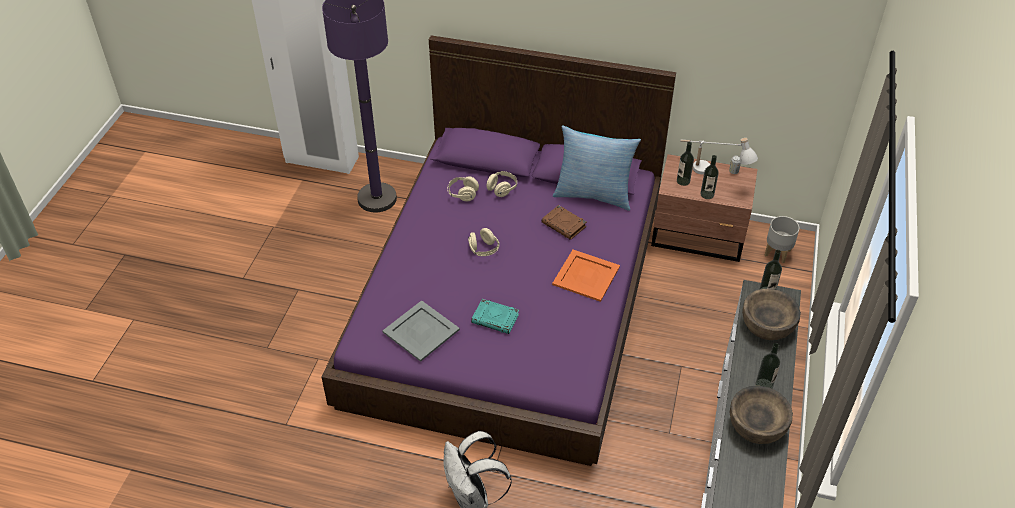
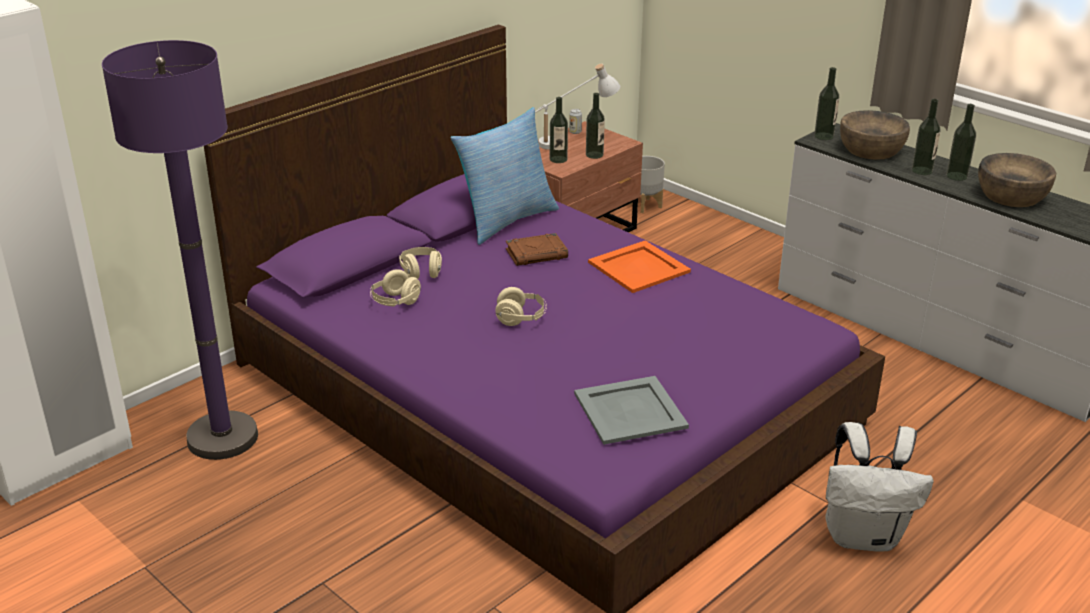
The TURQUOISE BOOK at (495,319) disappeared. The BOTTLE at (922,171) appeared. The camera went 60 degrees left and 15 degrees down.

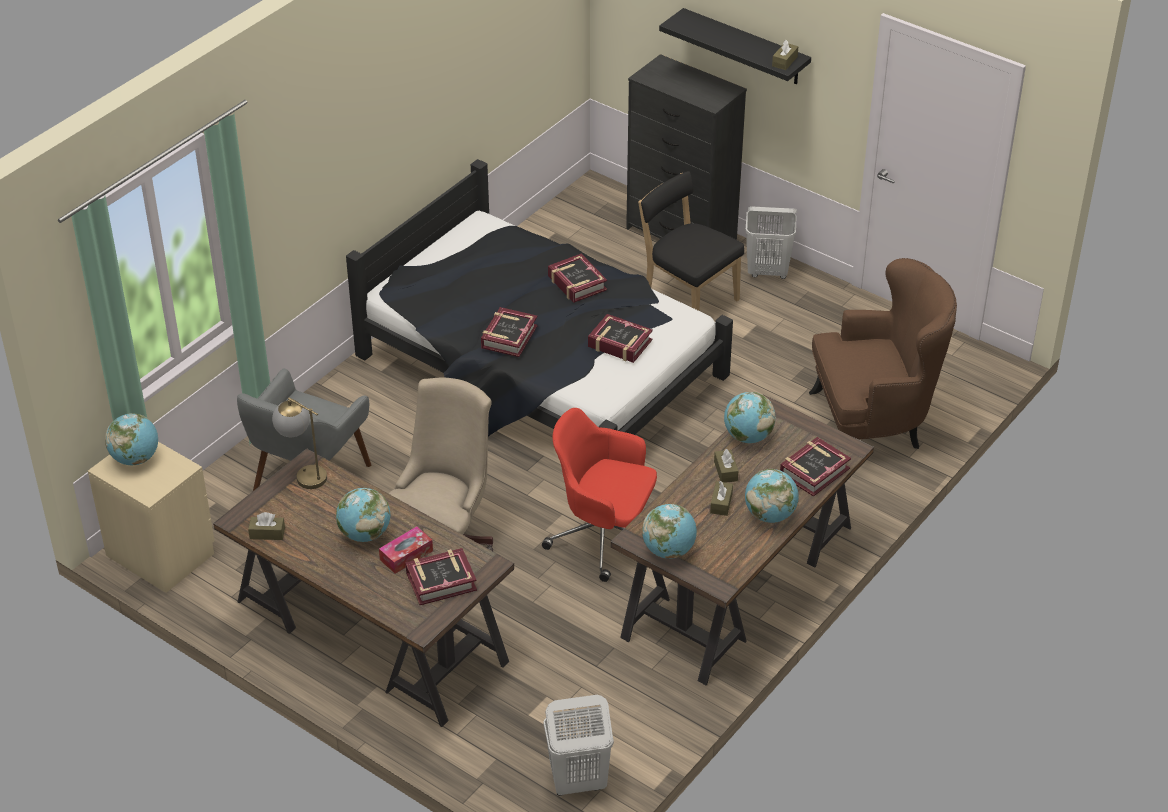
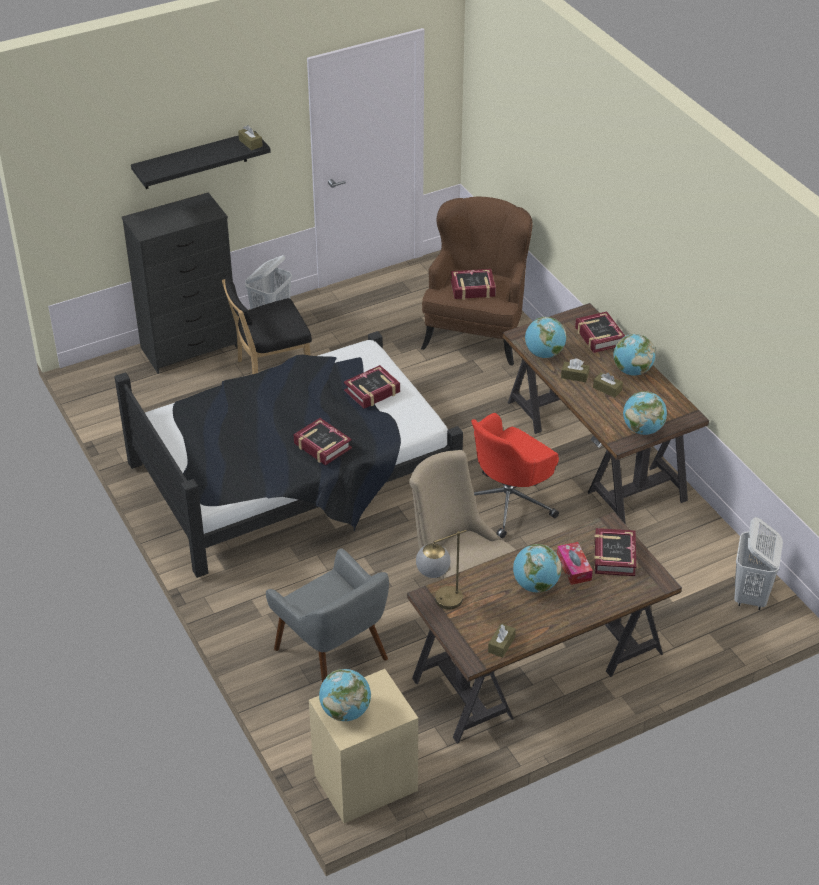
The BOOK moved from (576,283) to (472,288). The camera went 65 degrees left and 0 degrees up.

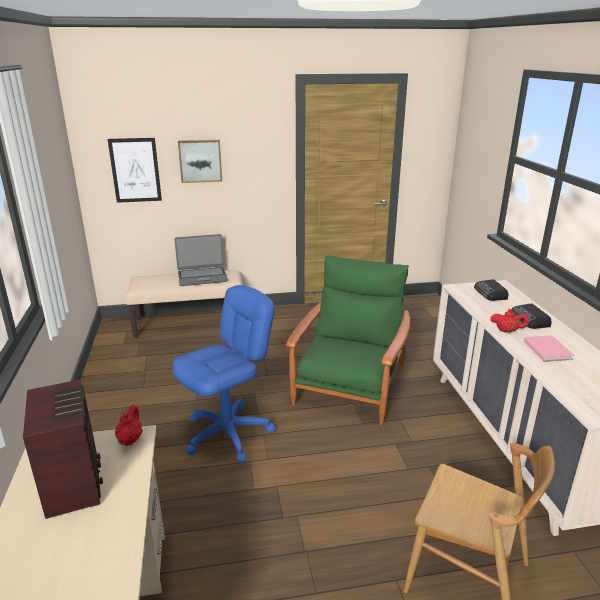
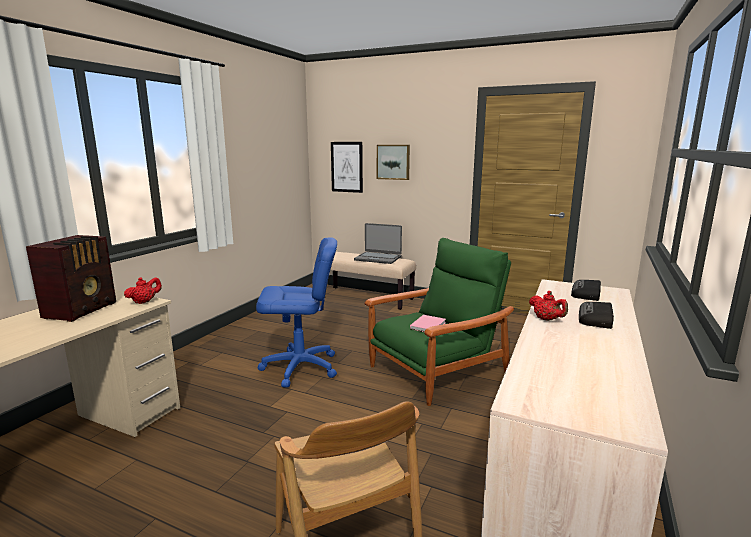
The PINK BOOK moved from (547,349) to (429,325). The camera went 35 degrees right and 10 degrees down.

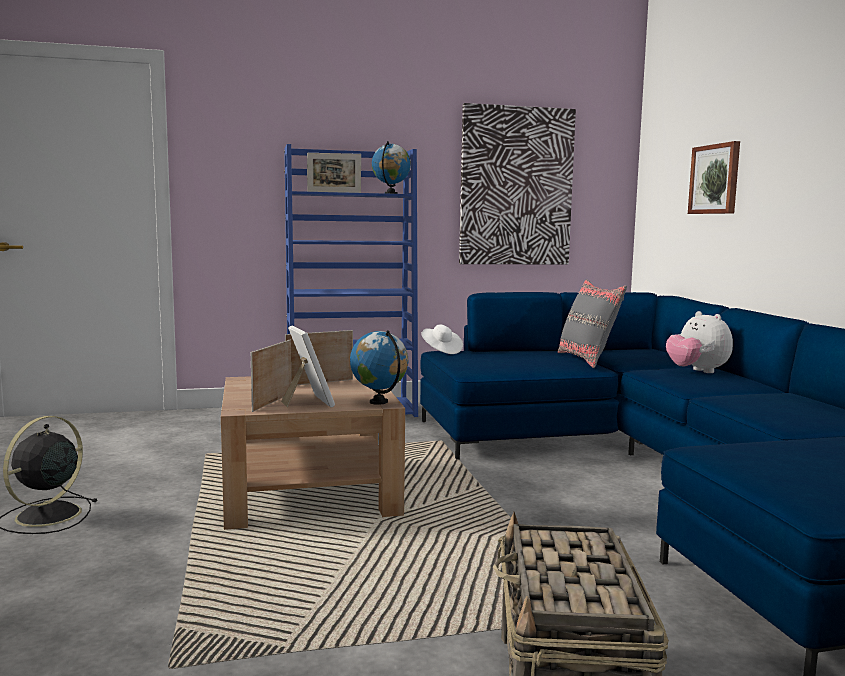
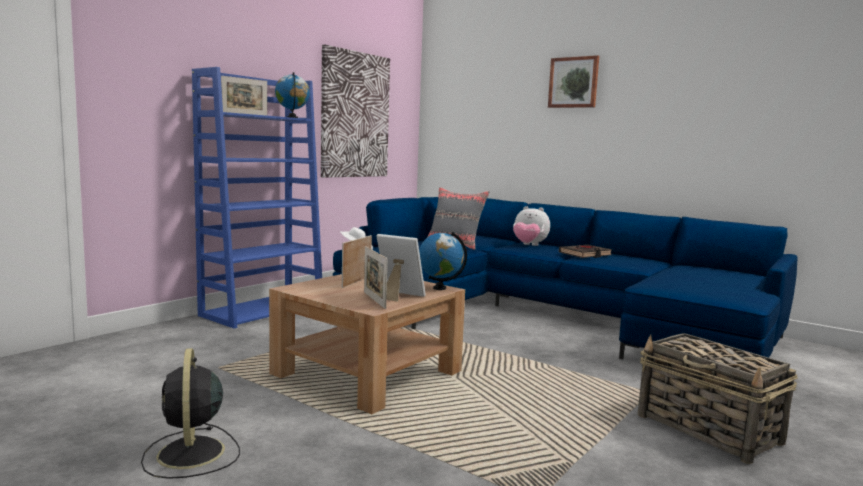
The PICTURE moved from (715,179) to (573,82). The BLACK BOOK at (585,254) appeared. The camera went 40 degrees left and 0 degrees up.

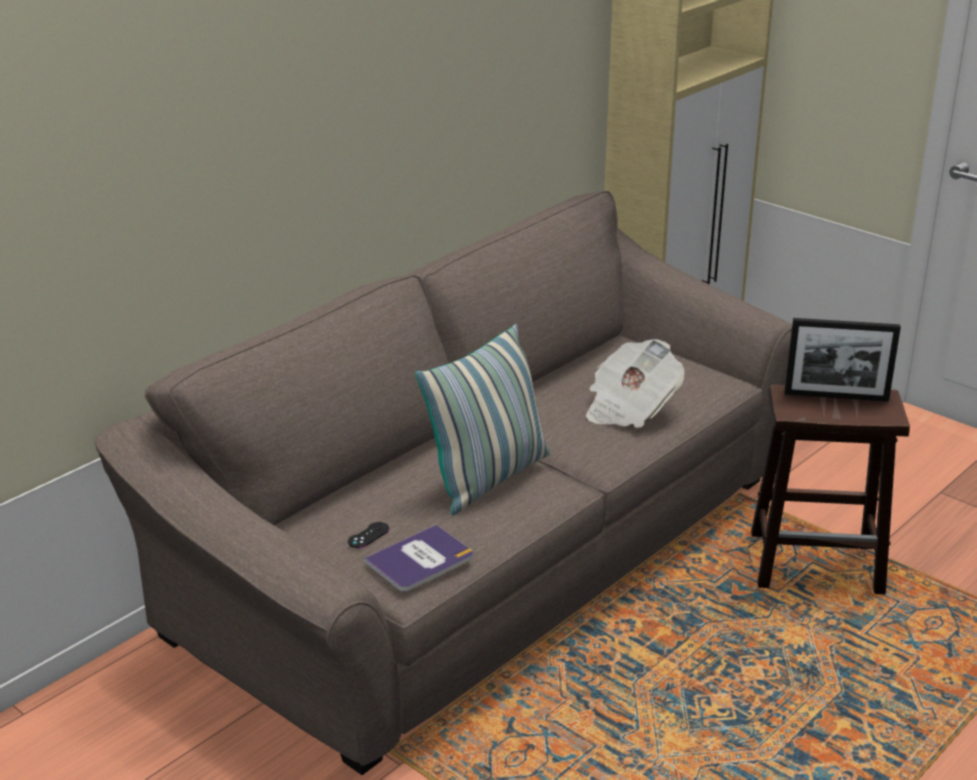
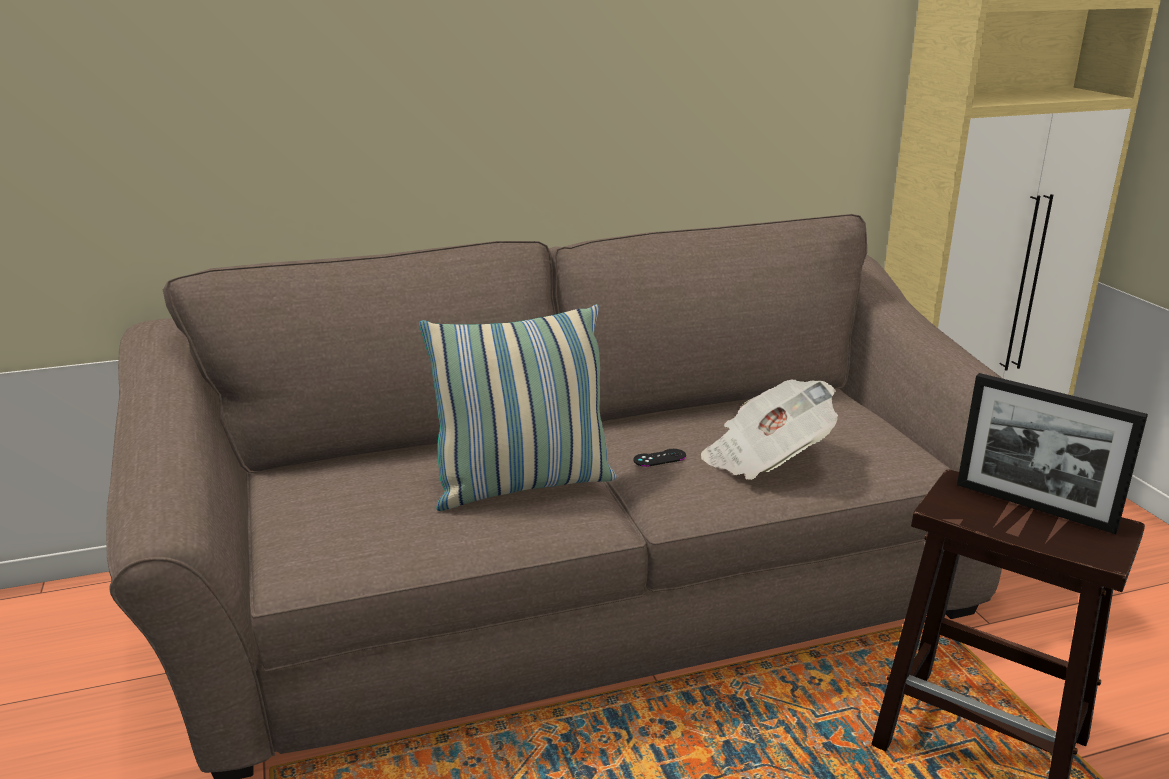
The BLACK GAME CONTROLLER moved from (368,535) to (659,458). The BOOK at (420,560) disappeared. The camera went 30 degrees right and 5 degrees down.

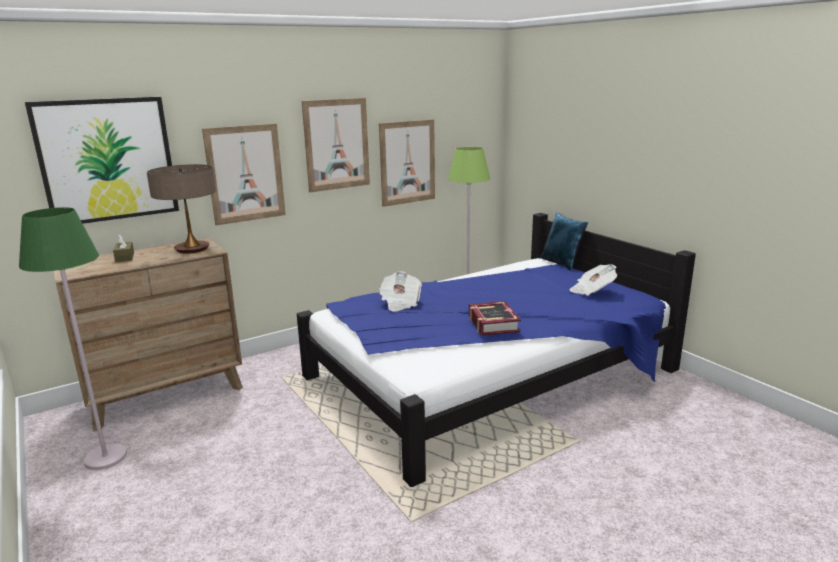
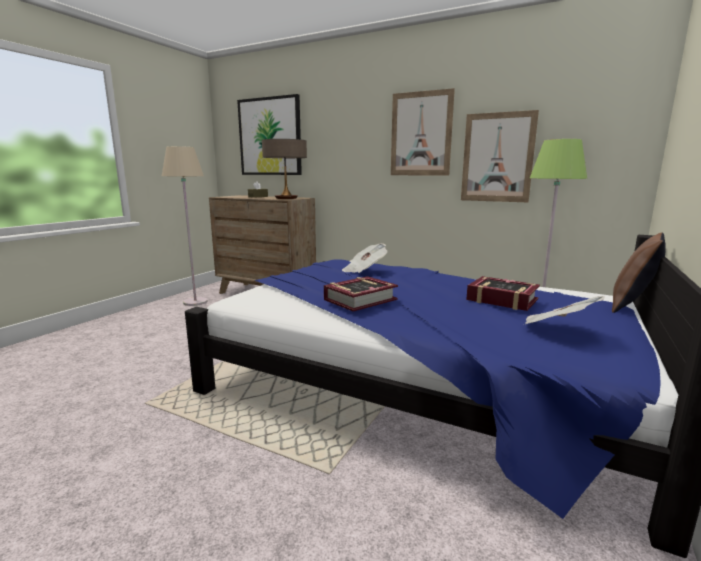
The PICTURE at (245,174) disappeared. The GREEN FLOOR LAMP at (105,457) became the BEIGE FLOOR LAMP at (195,302). The BLUE PILLOW at (562,263) became the BROWN PILLOW at (632,306). The BOOK at (502,300) appeared. The camera went 60 degrees right and 5 degrees down.

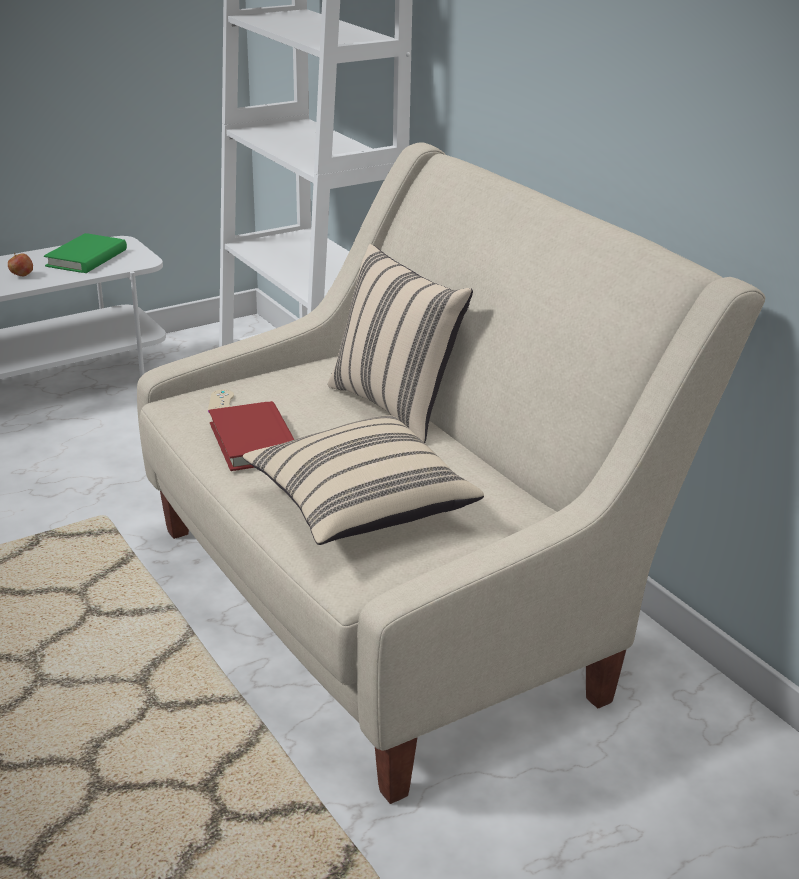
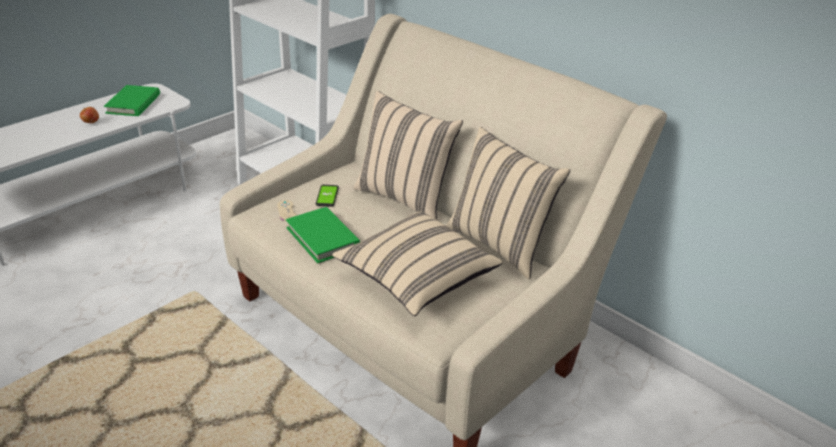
The RED BOOK at (254,441) became the GREEN BOOK at (323,238). The BEIGE PILLOW at (499,244) appeared. The PHONE at (327,196) appeared. The camera went 15 degrees left and 5 degrees up.

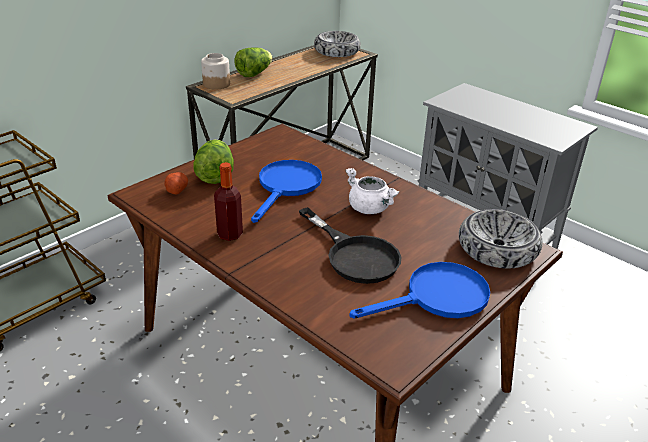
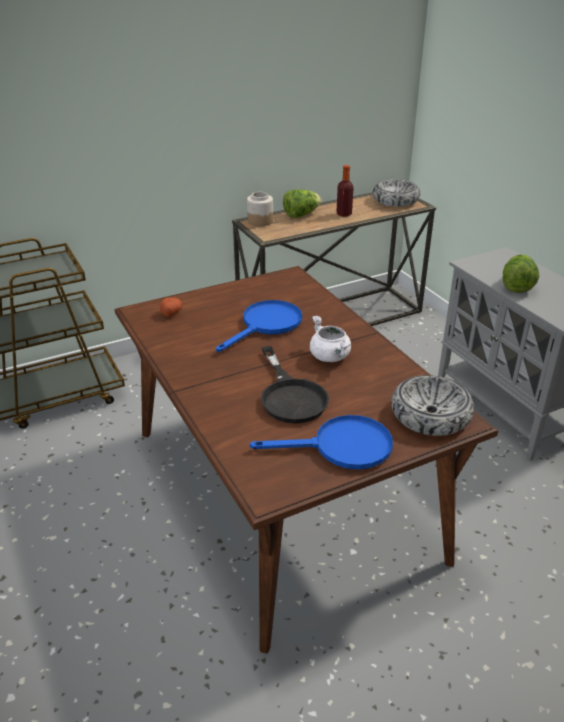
The LETTUCE moved from (215,175) to (516,286). The BOTTLE moved from (230,234) to (344,214). The camera went 20 degrees right and 0 degrees up.

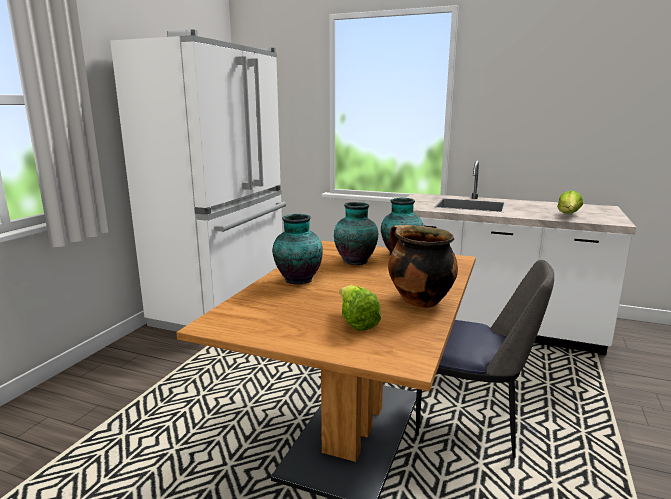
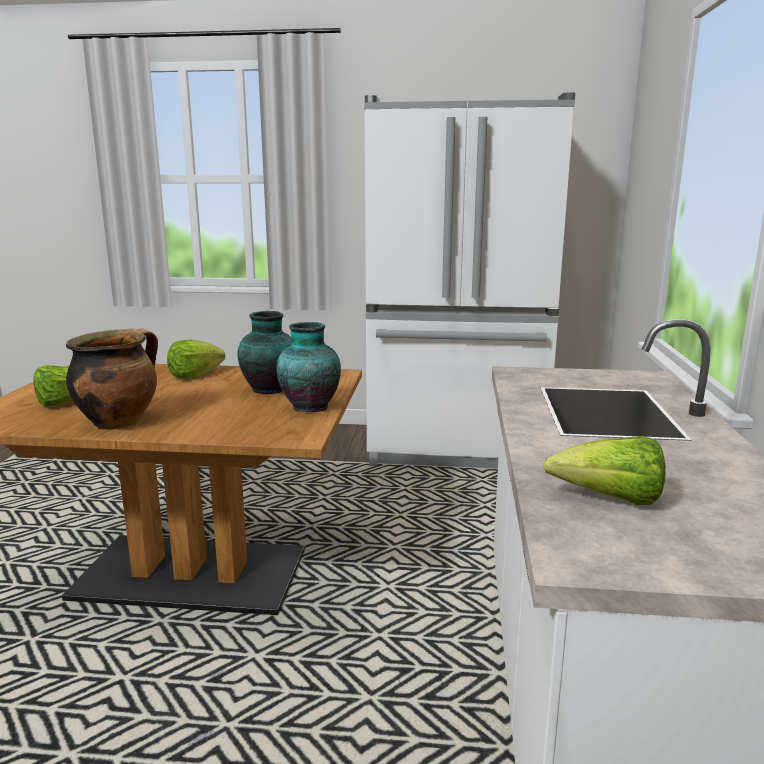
The VASE at (297,280) was replaced by the LETTUCE at (194,375). The CHAIR at (471,422) disappeared. The camera went 75 degrees right and 0 degrees up.

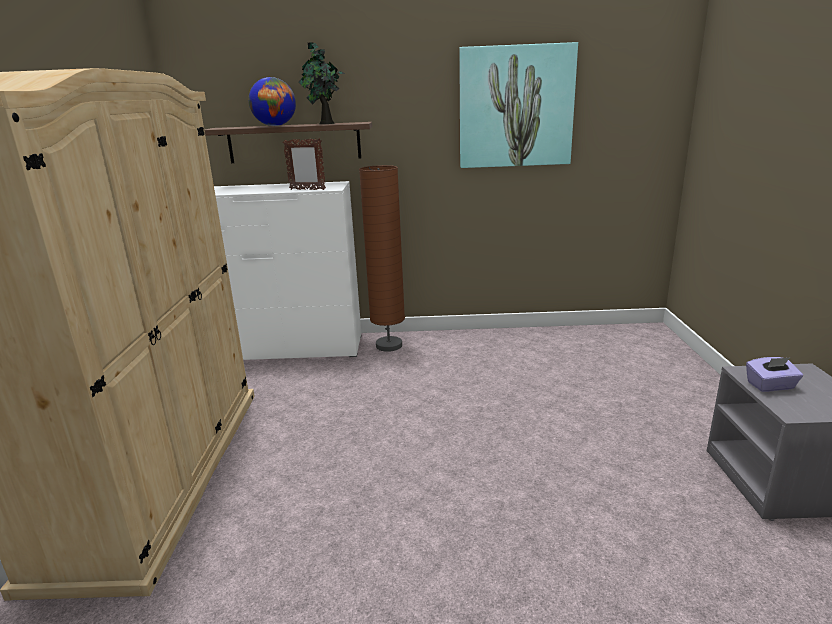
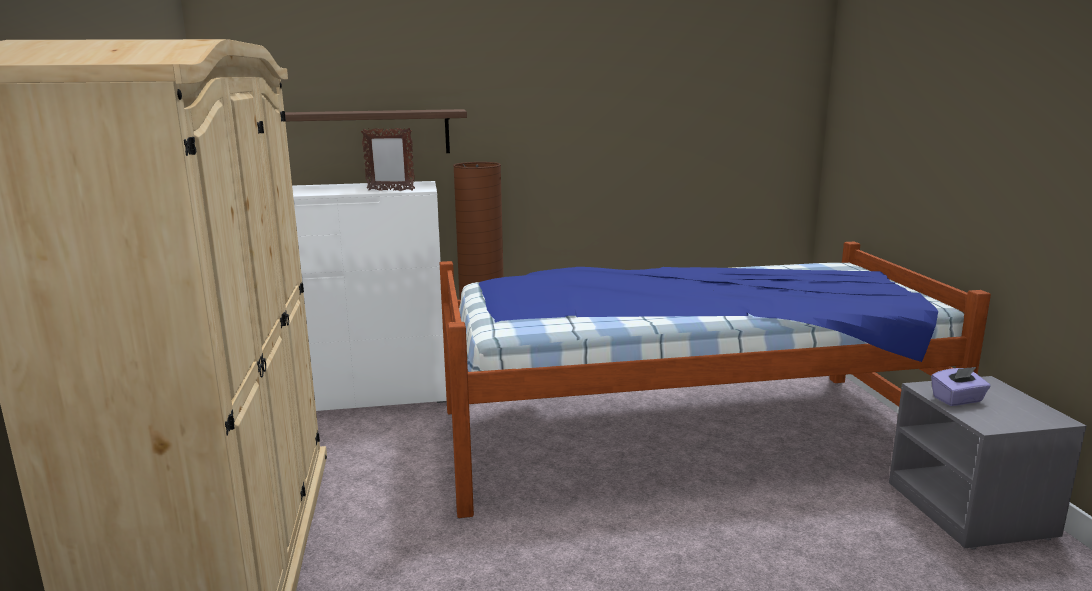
The PICTURE at (515,107) disappeared. The POTTED PLANT at (325,123) disappeared. The GLOBE at (275,126) disappeared. The BED at (681,434) appeared. The camera went 10 degrees left and 5 degrees down.

